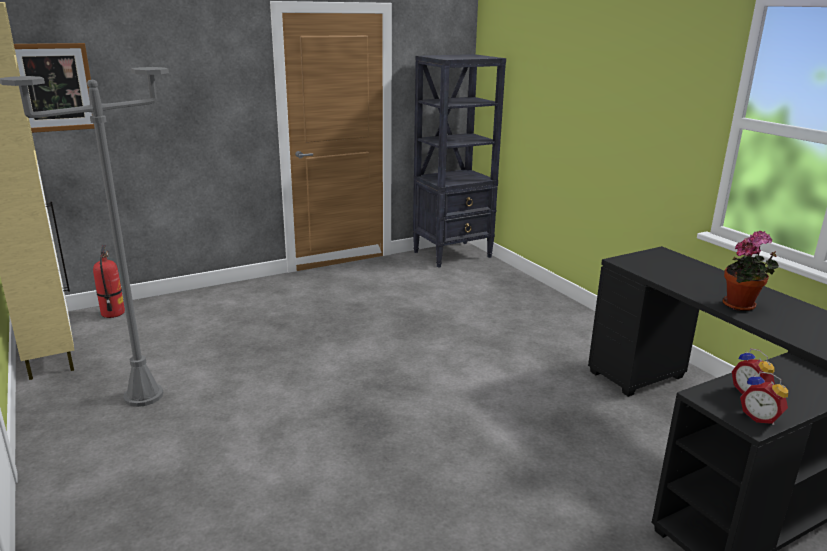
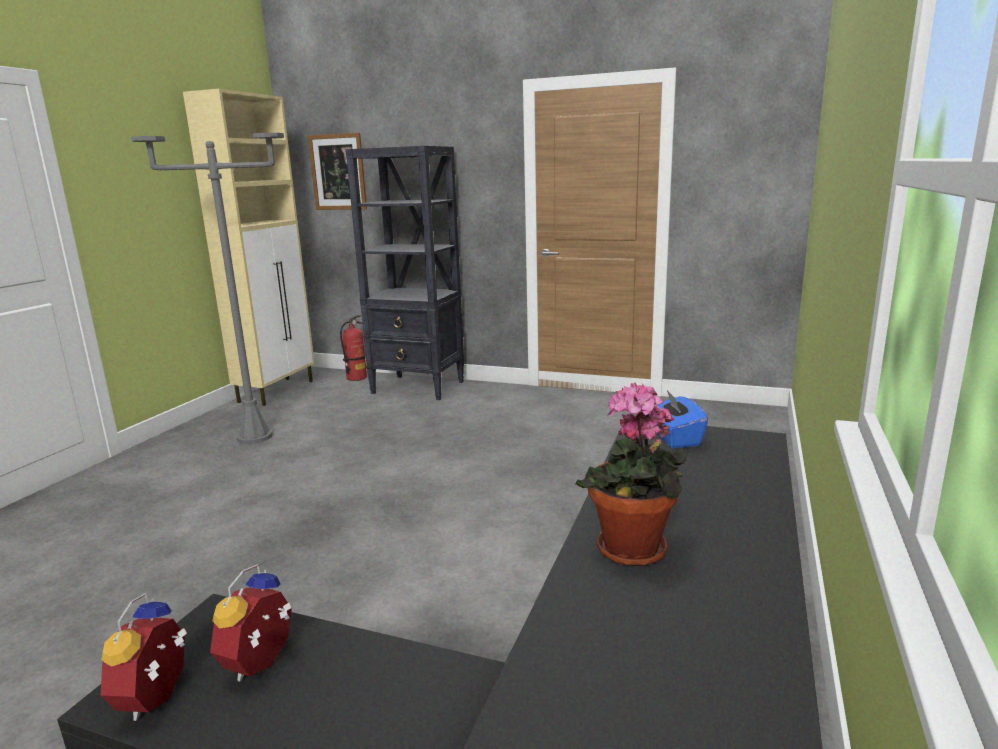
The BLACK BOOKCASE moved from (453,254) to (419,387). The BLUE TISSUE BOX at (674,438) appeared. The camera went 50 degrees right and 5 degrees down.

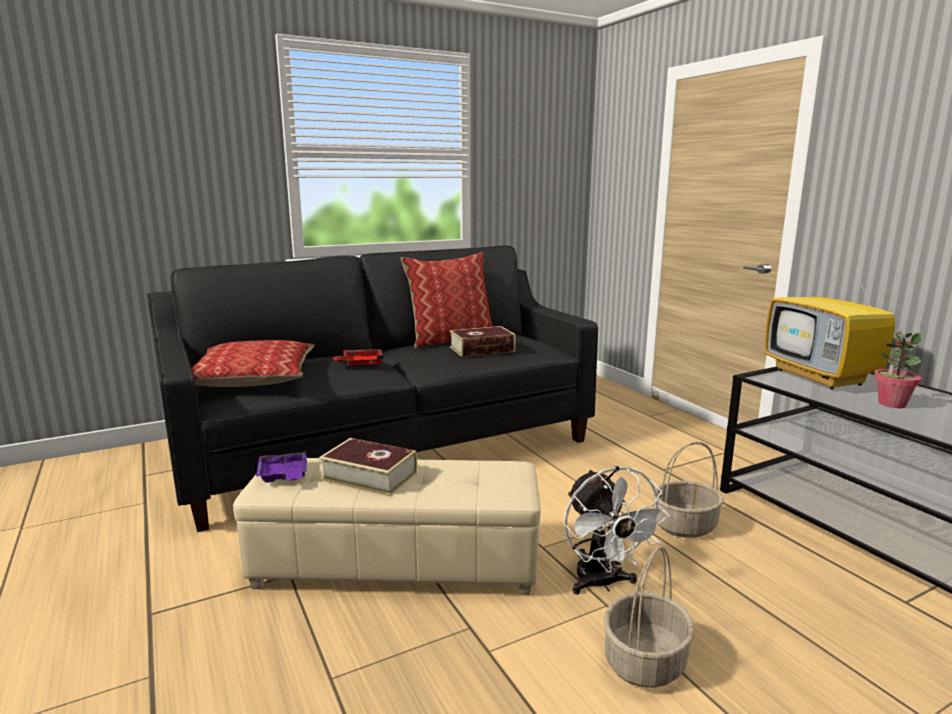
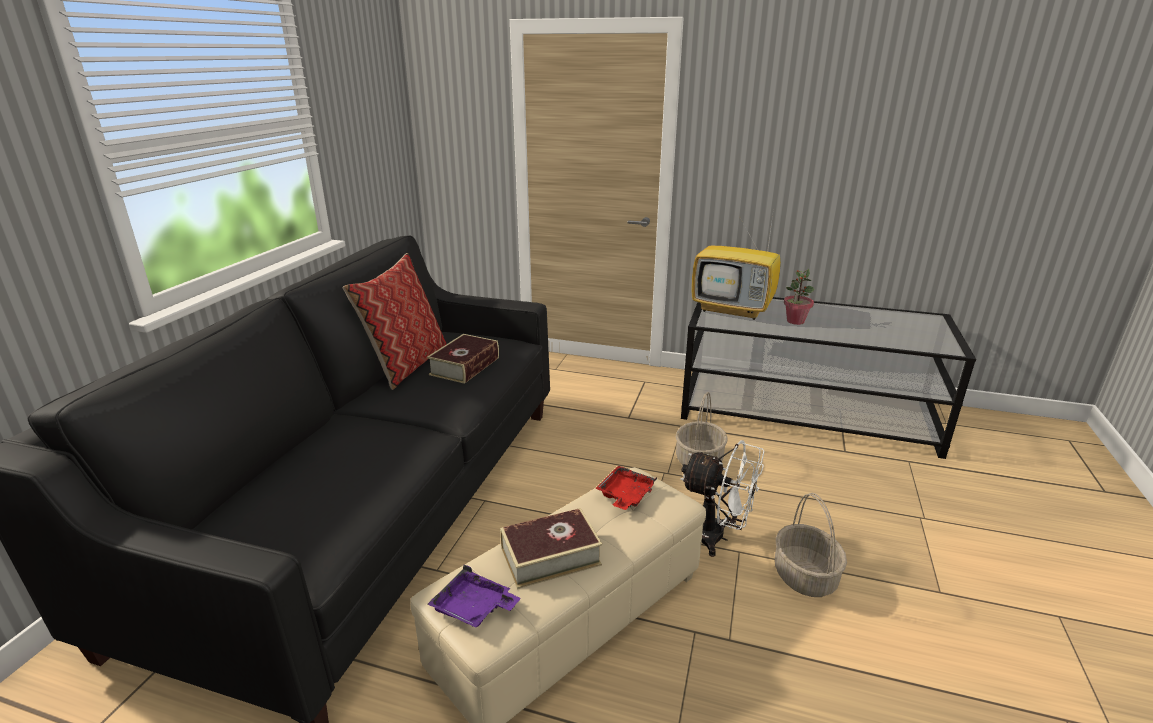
The PILLOW at (254,377) disappeared. The RED TRAY moved from (361,364) to (625,495). The camera went 45 degrees left and 10 degrees up.

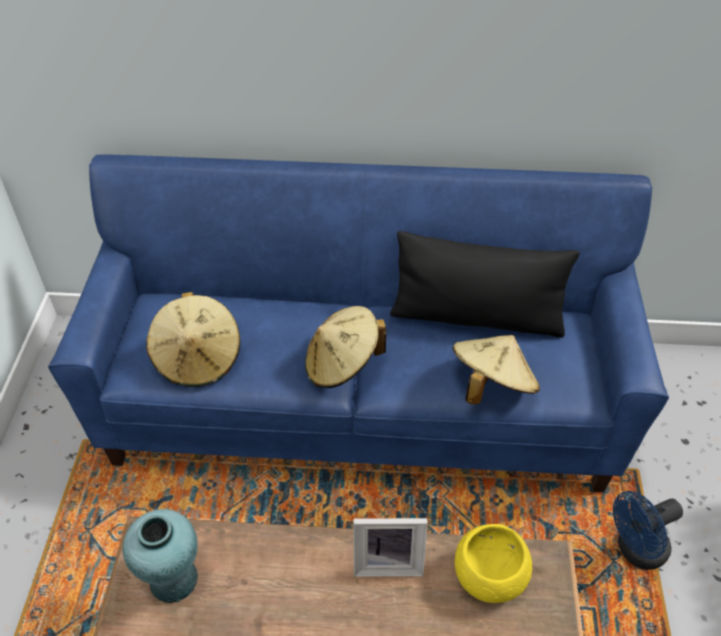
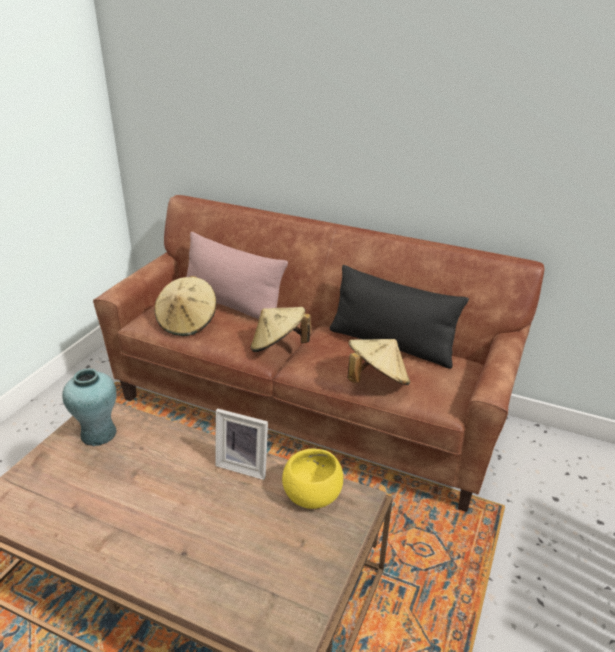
The BLUE SOFA at (360,406) became the BROWN SOFA at (306,410). The BLUE FAN at (635,551) disappeared. The PINK PILLOW at (232,305) appeared. The camera went 20 degrees right and 15 degrees down.

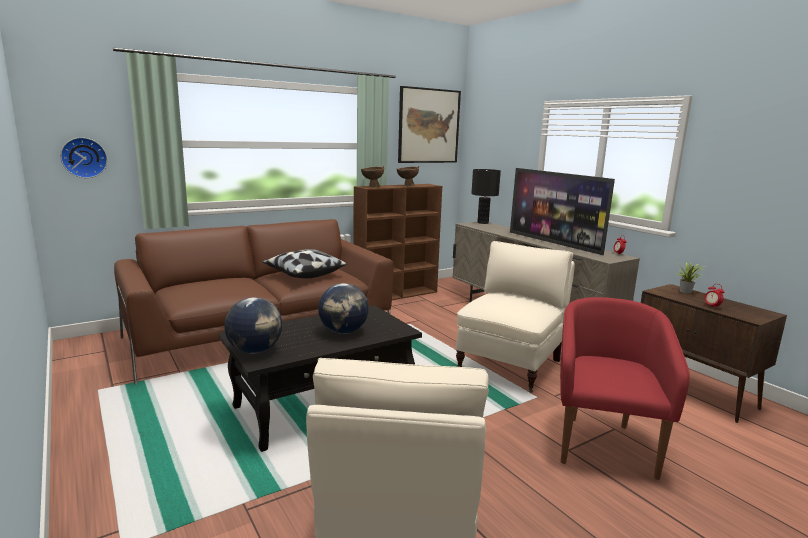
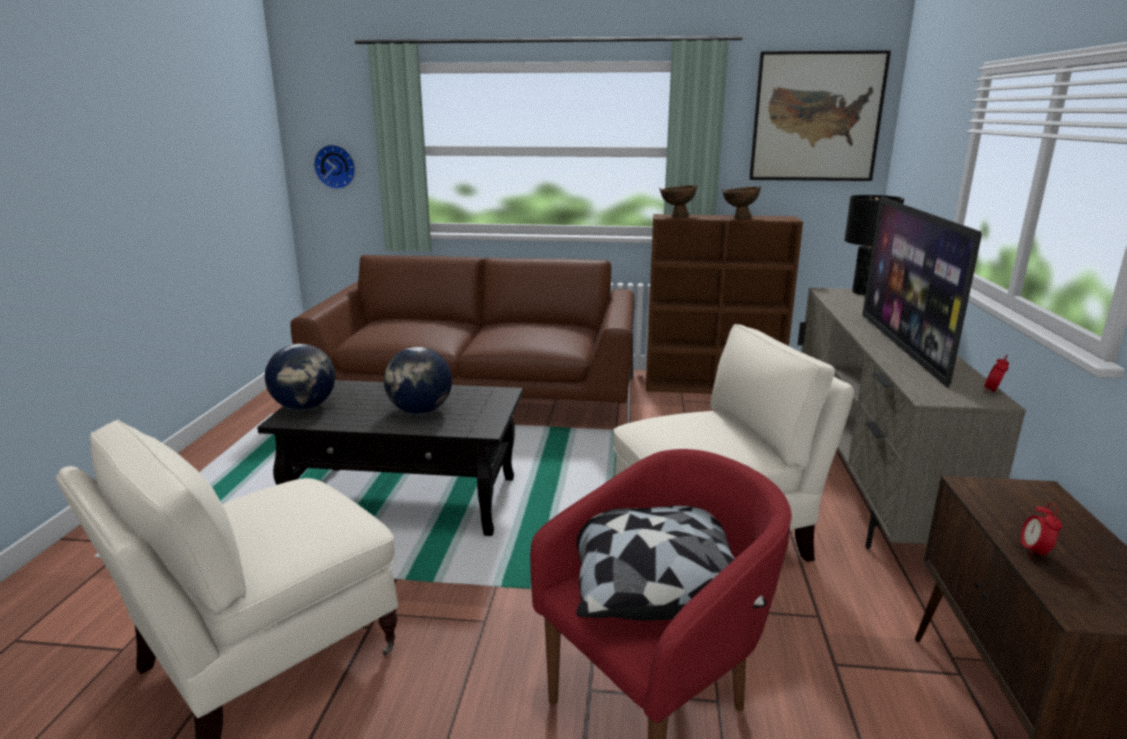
The PILLOW moved from (304,274) to (652,582). The POTTED PLANT at (686,292) disappeared. The camera went 40 degrees right and 5 degrees up.

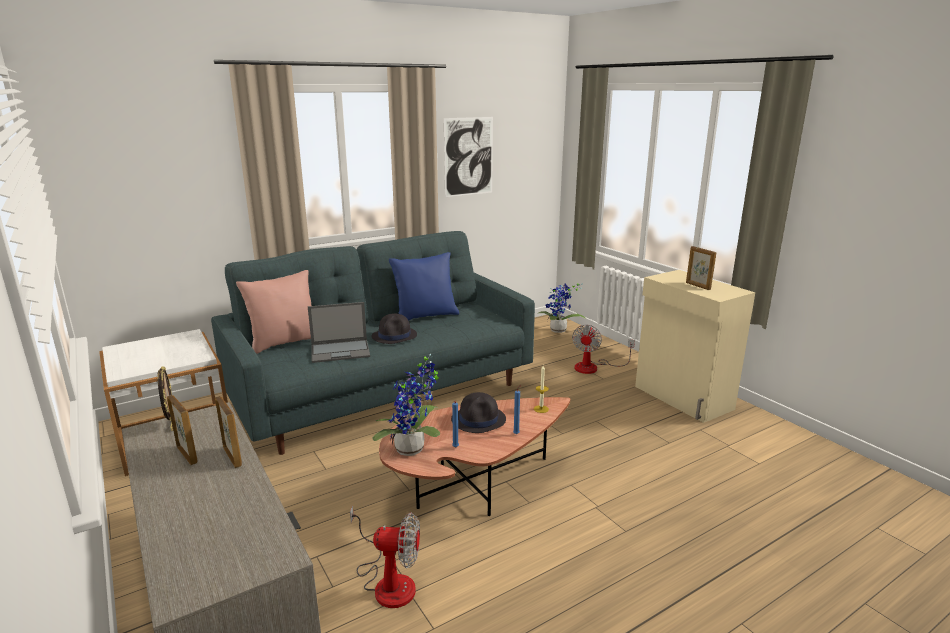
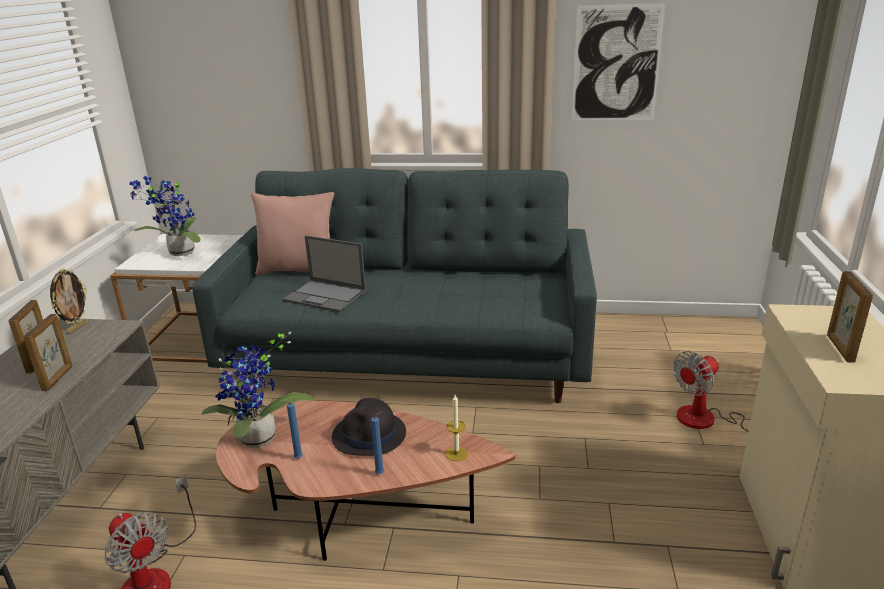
The BLUE PILLOW at (425,316) disappeared. The POTTED PLANT moved from (558,331) to (179,253). The BLACK HAT at (394,336) disappeared. The camera went 40 degrees right and 5 degrees up.

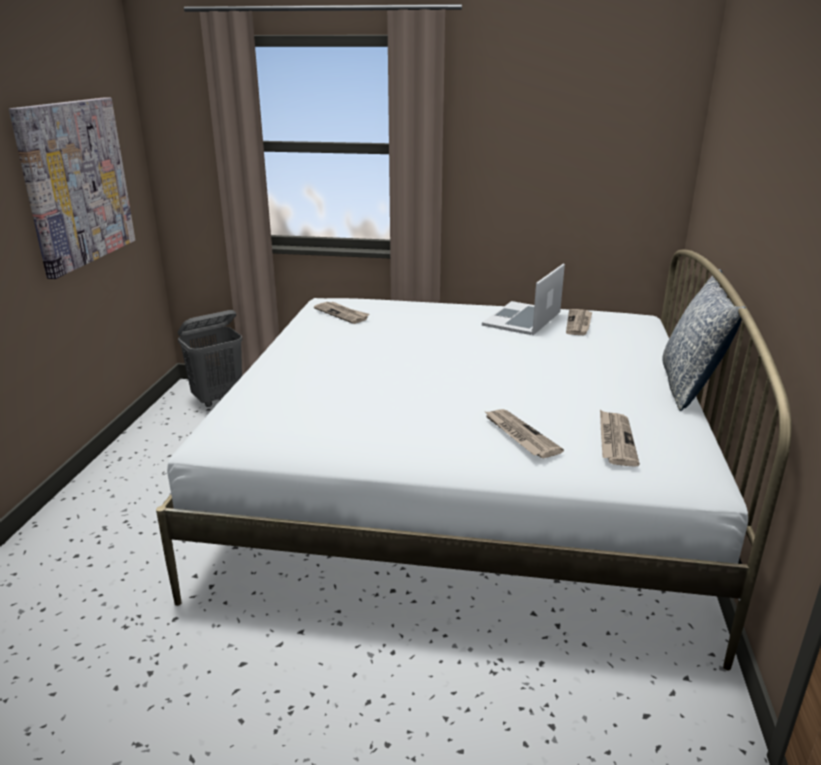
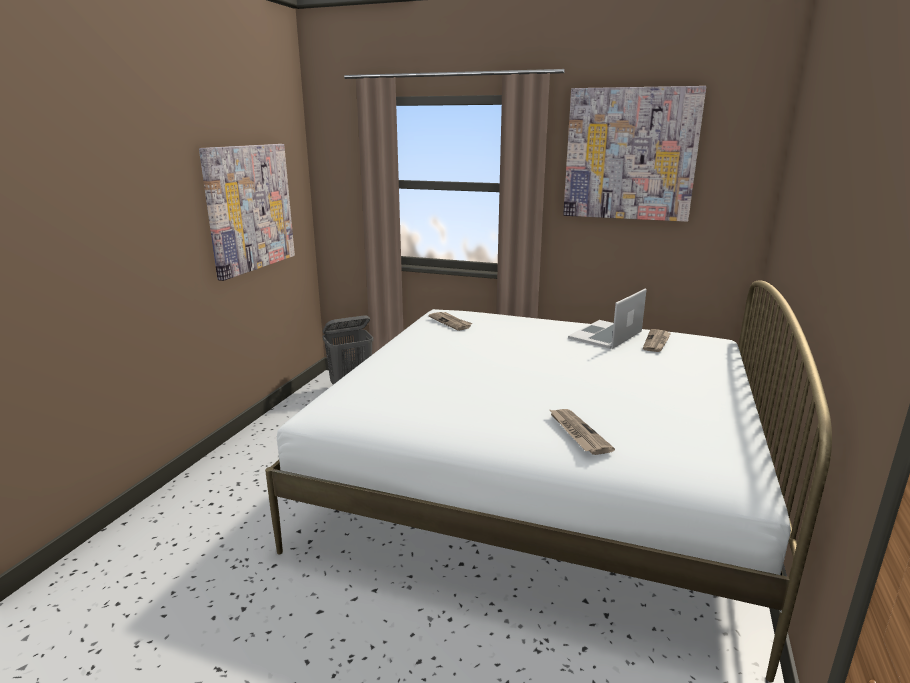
The PILLOW at (690,386) disappeared. The NEWSPAPER at (615,440) disappeared. The PICTURE at (630,154) appeared. The camera went 10 degrees right and 5 degrees down.

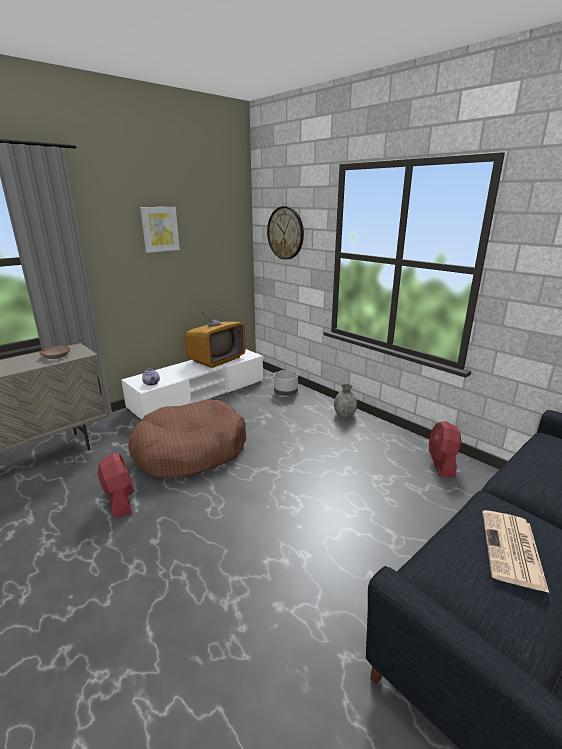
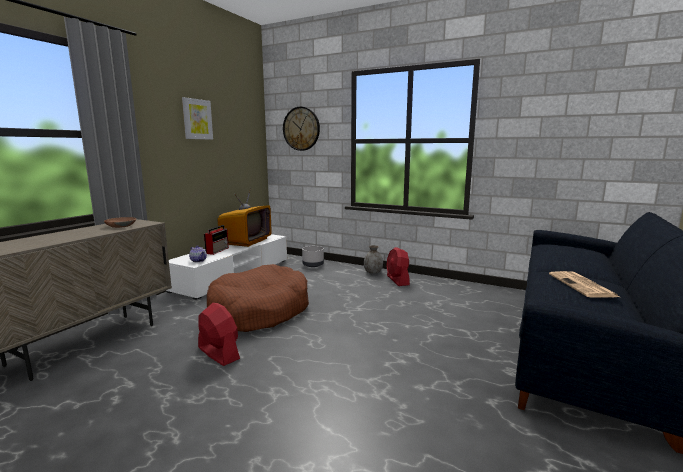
The RED FAN moved from (441,463) to (397,280). The RADIO at (217,250) appeared. The camera went 20 degrees left and 10 degrees down.

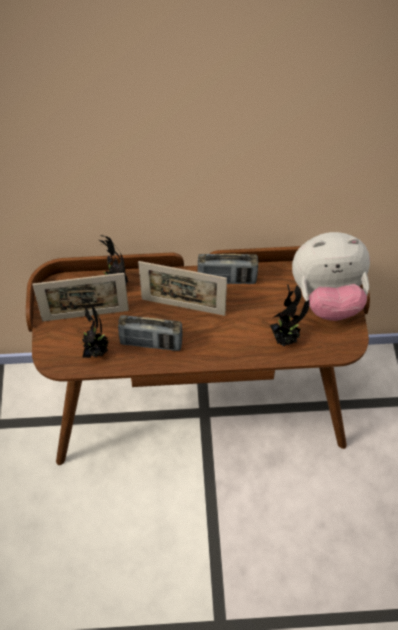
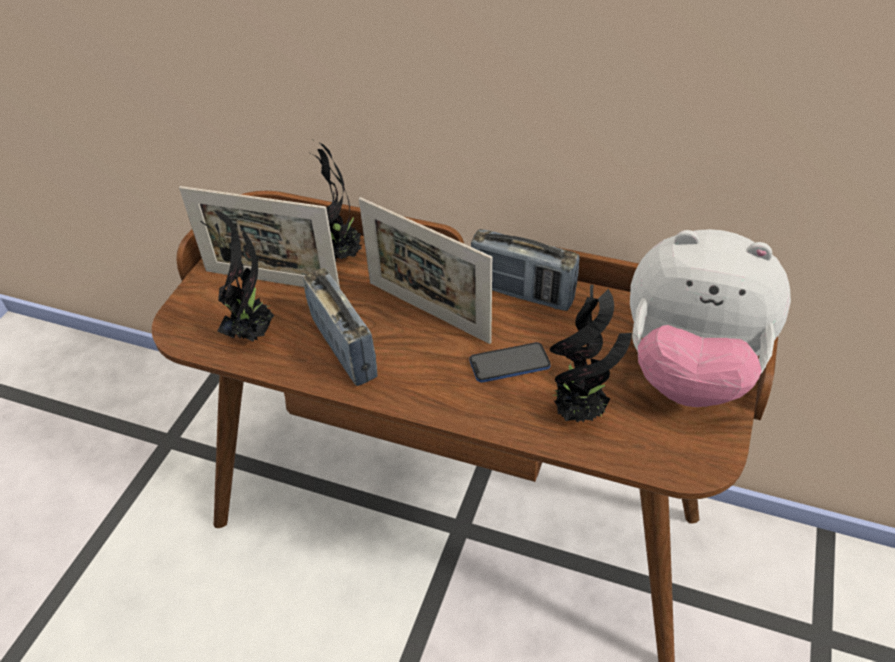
The RADIO at (151,343) turned 150 degrees counterclockwise. The PHONE at (509,364) appeared. The camera went 25 degrees right and 10 degrees down.

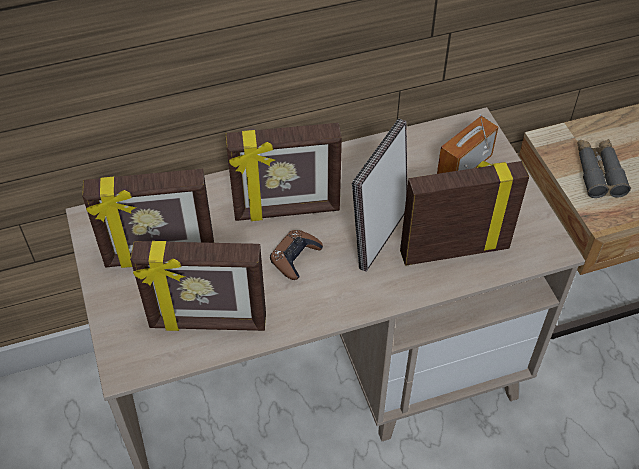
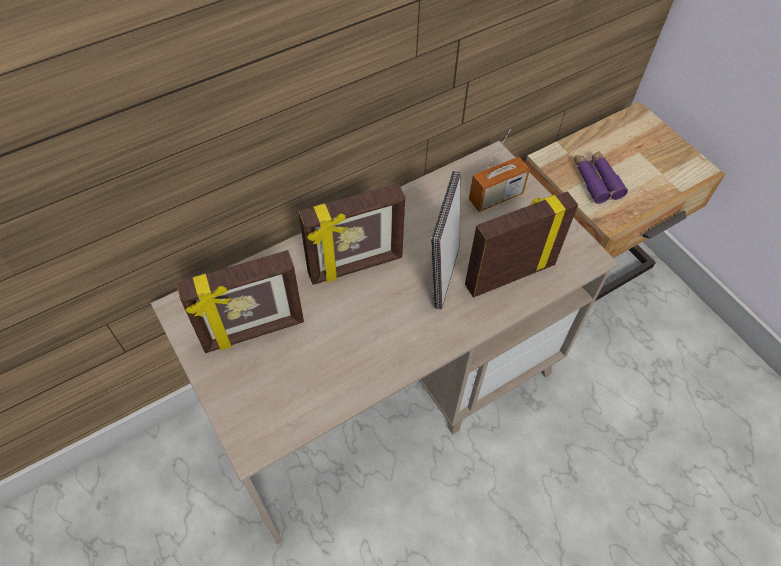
The RADIO at (464,166) turned 150 degrees counterclockwise. The GREY BINOCULARS at (598,173) became the PURPLE BINOCULARS at (596,181). The BROWN GAME CONTROLLER at (295,257) disappeared. The PICTURE FRAME at (208,323) disappeared. The camera went 15 degrees left and 5 degrees up.

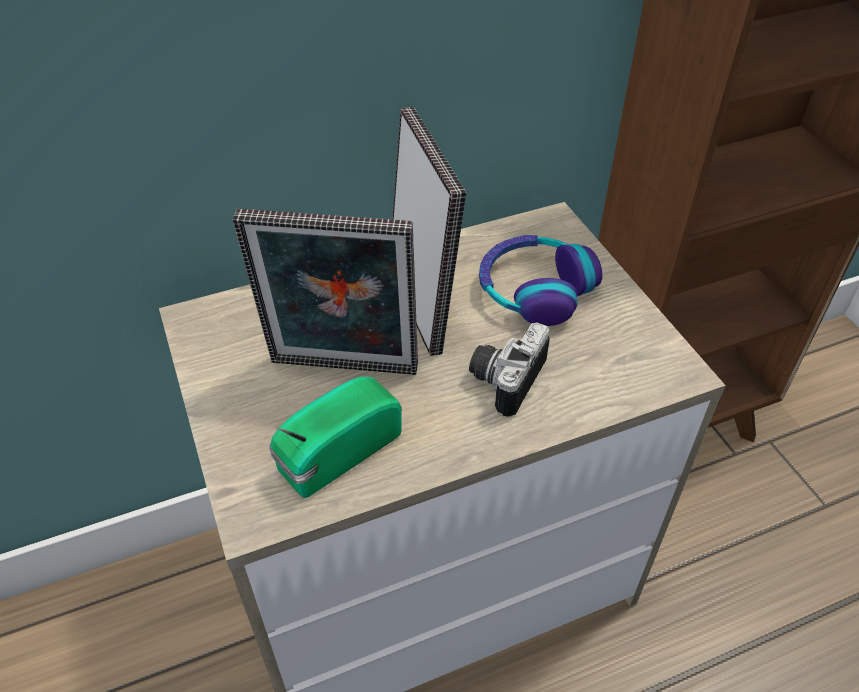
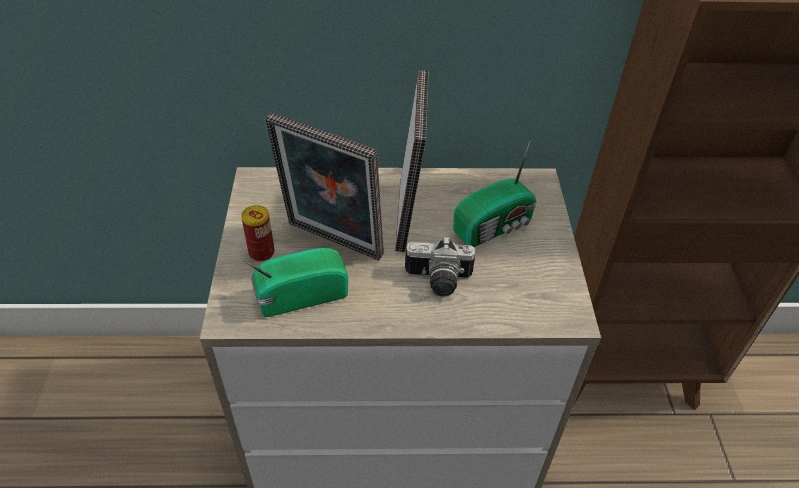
The HEADPHONES at (534,290) was replaced by the RADIO at (495,226). The PHOTO CAMERA at (503,378) turned 135 degrees counterclockwise. The CAN at (261,252) appeared. The camera went 20 degrees right and 0 degrees up.

